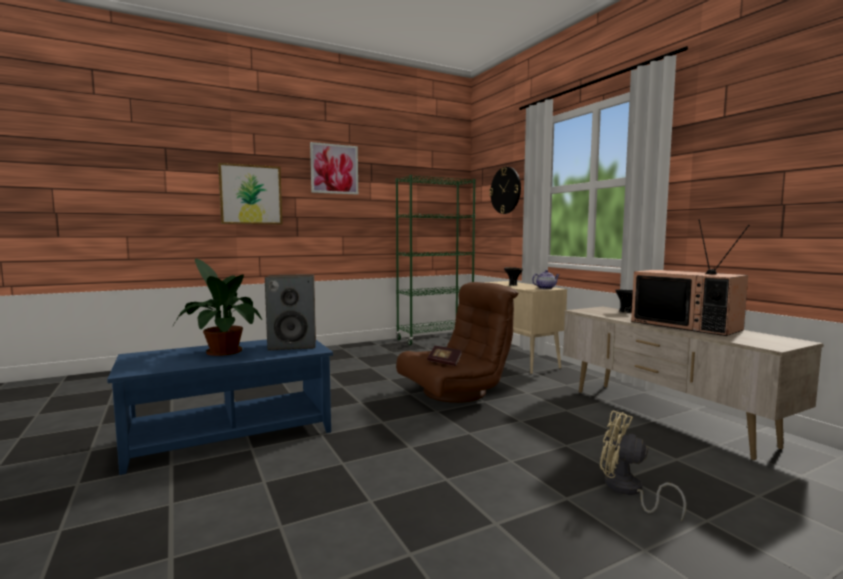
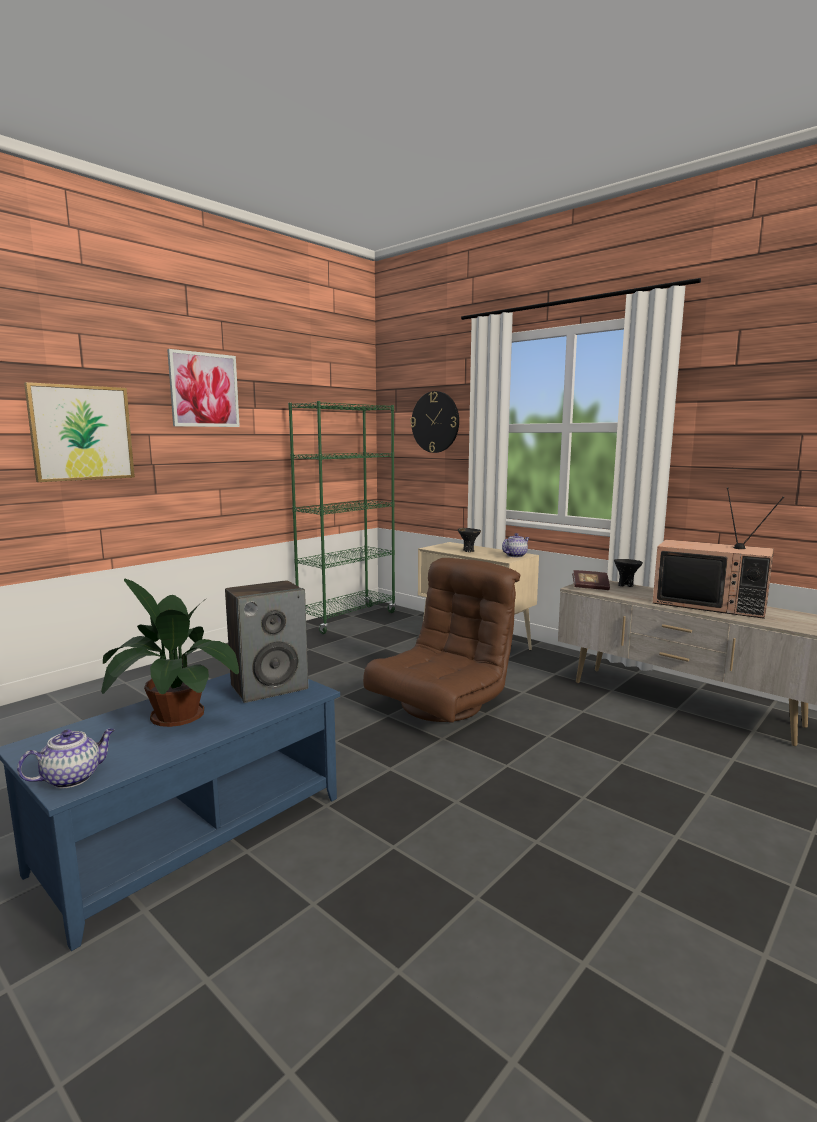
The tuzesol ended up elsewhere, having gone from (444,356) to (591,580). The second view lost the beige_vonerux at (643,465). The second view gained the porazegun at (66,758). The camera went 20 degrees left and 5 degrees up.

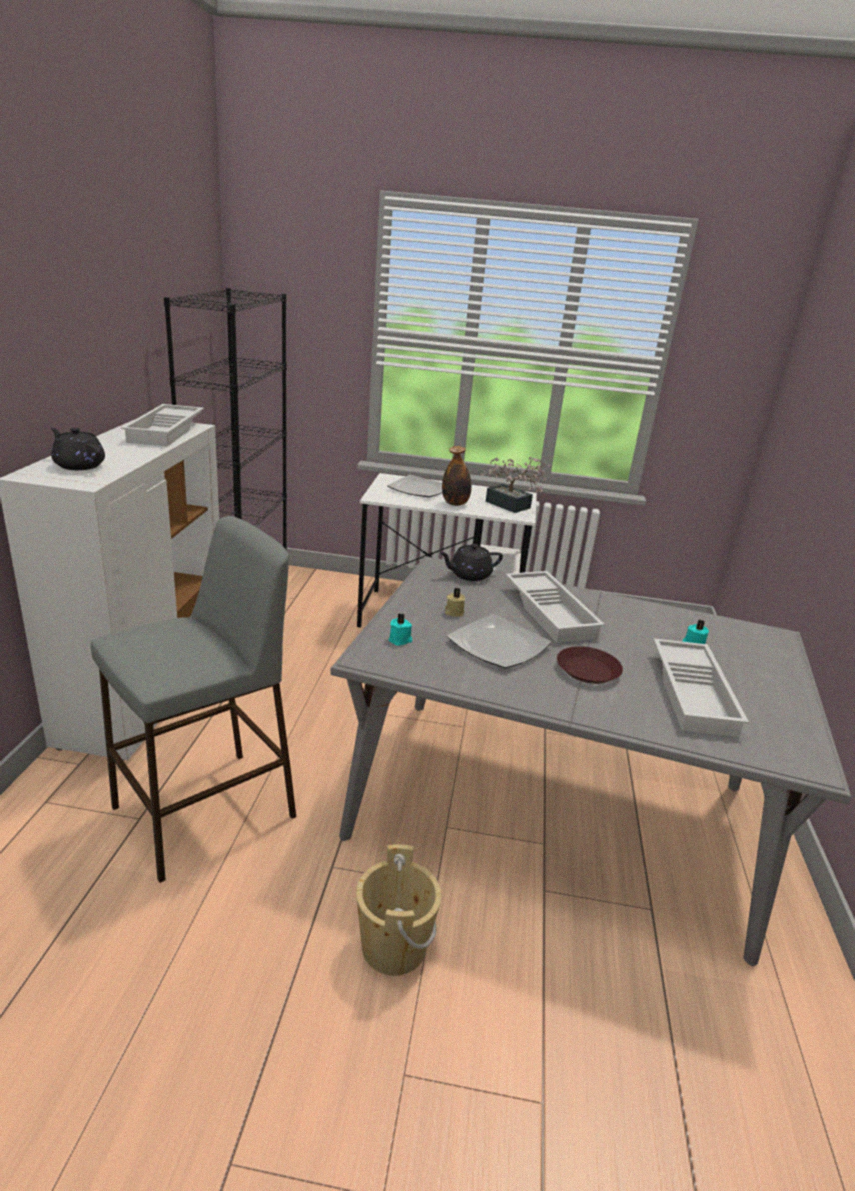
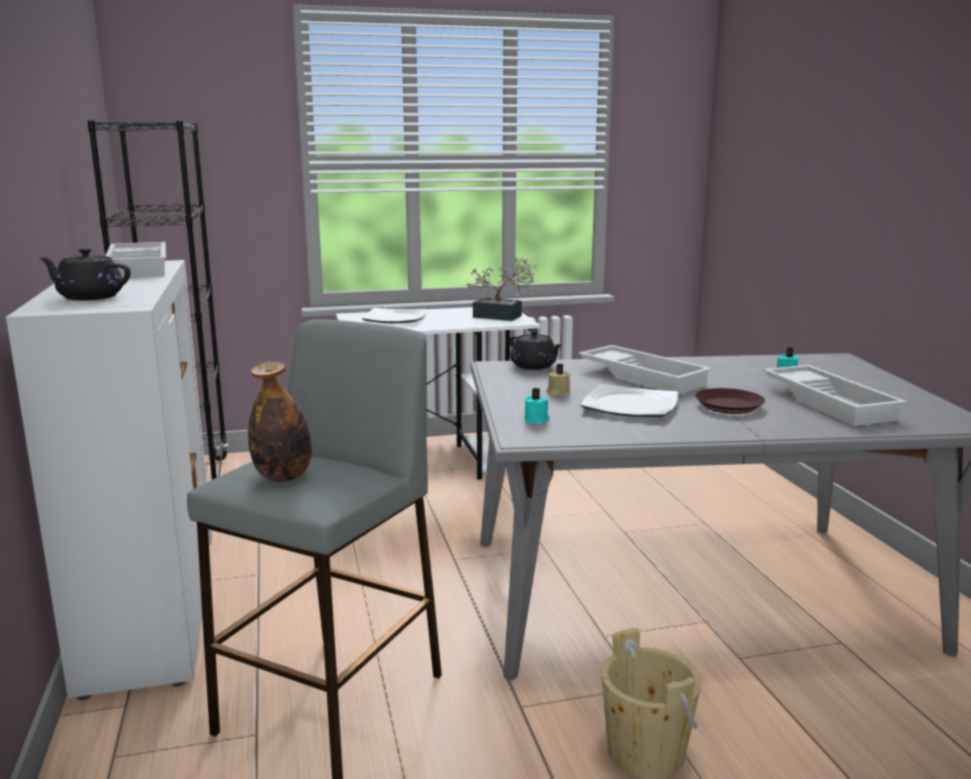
The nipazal ended up elsewhere, having gone from (457,476) to (280,421). The black_porazegun at (471,562) ended up facing another way, 90 degrees counterclockwise from before. The camera went 20 degrees left and 10 degrees down.

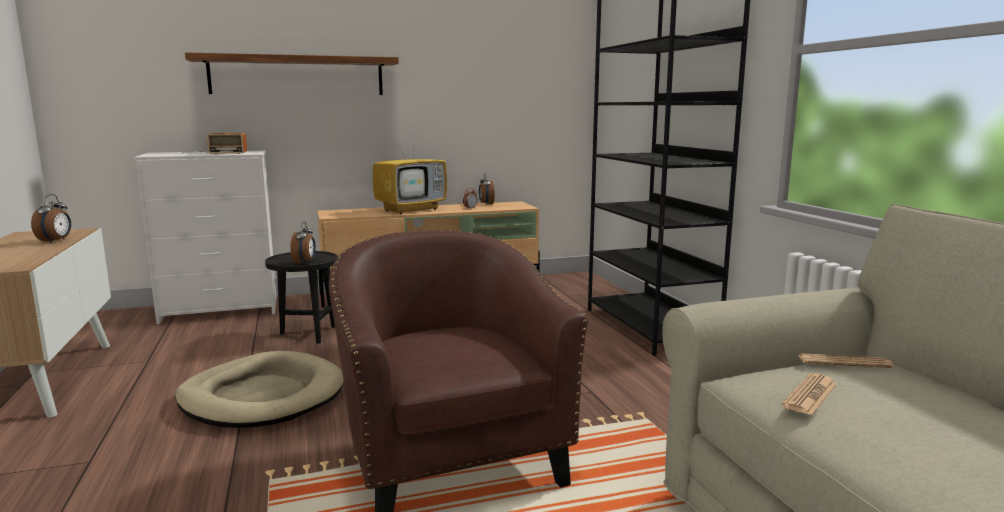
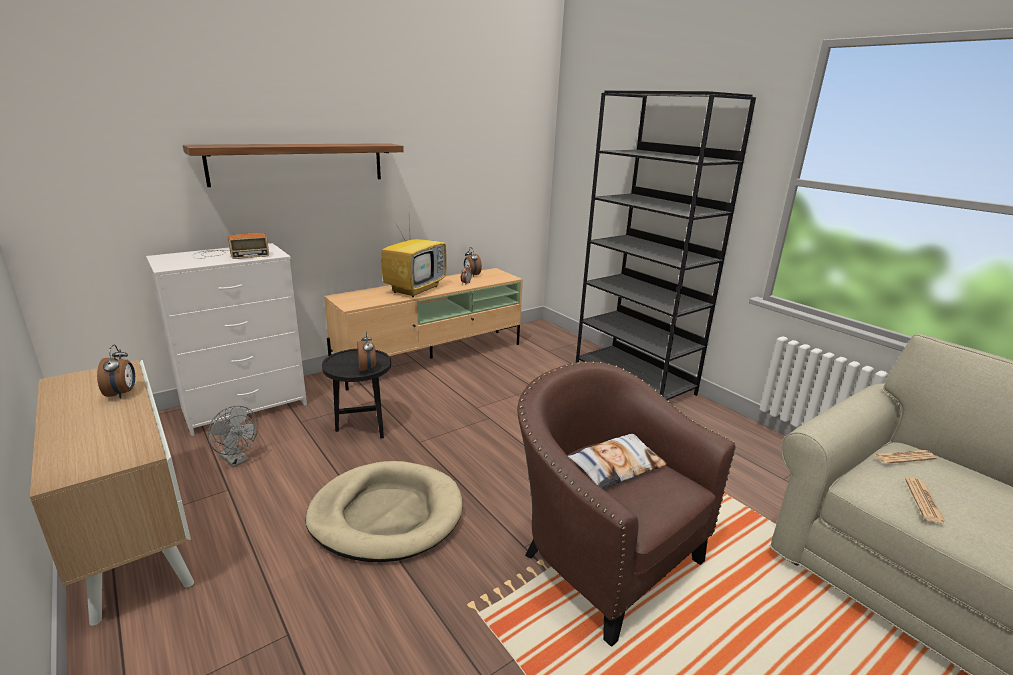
The second view gained the grey_vonerux at (233,436). The second view gained the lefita at (617,461). The camera went 20 degrees left and 10 degrees up.

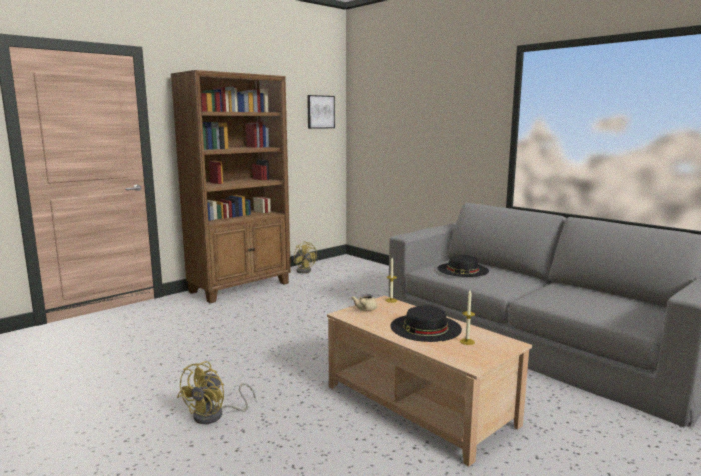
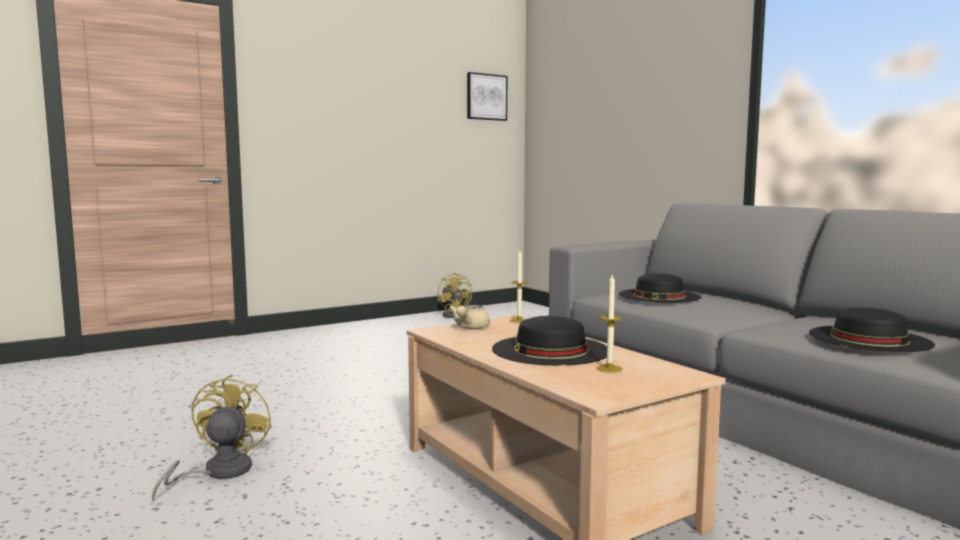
The second view lost the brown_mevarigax at (231,186). The yellow_vonerux at (216,392) ended up facing another way, 150 degrees clockwise from before. The second view gained the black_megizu at (872,329). The camera went 10 degrees right and 5 degrees down.

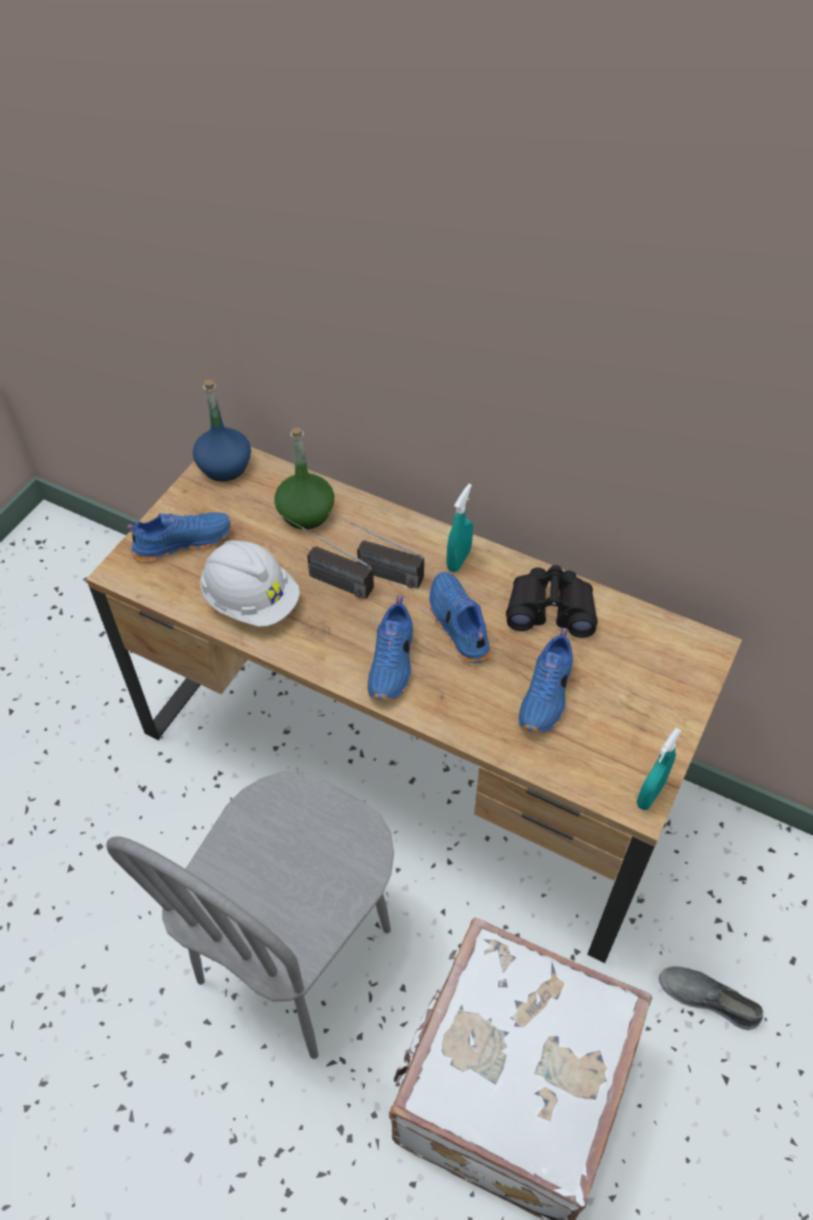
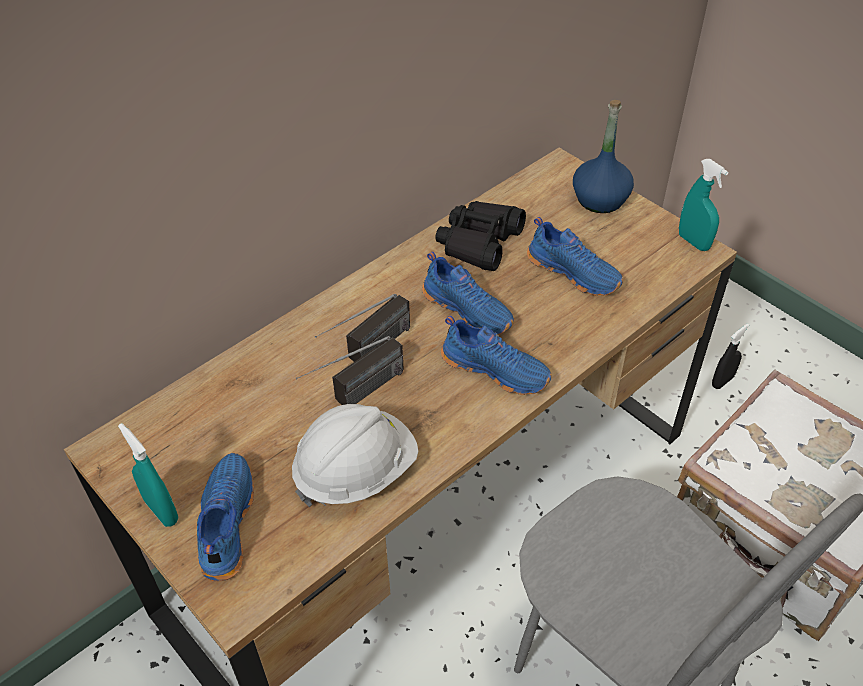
The blue_nipazal ended up elsewhere, having gone from (222,430) to (603,156). The second view lost the green_nipazal at (304,478). The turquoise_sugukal ended up elsewhere, having gone from (459,528) to (148,475). The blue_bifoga at (460,617) ended up facing another way, 135 degrees counterclockwise from before. Where the grey_bifoga stood at (710,998), the black_sugukal came to stand at (730,356). The camera went 70 degrees left and 5 degrees down.

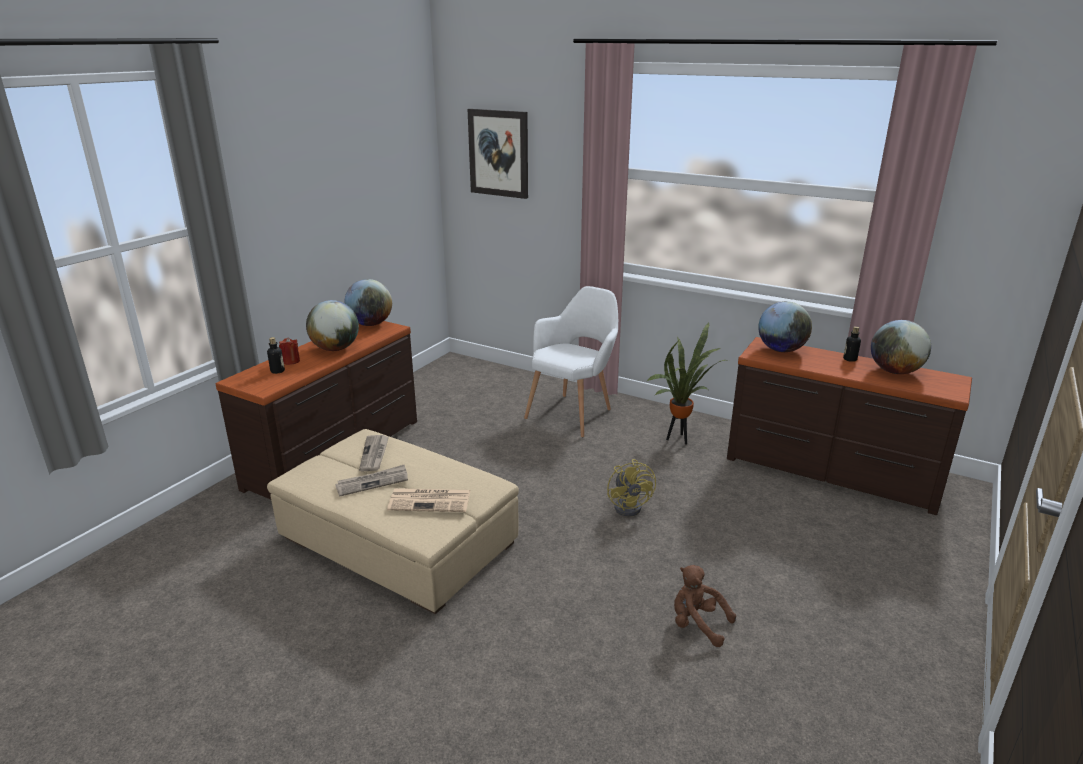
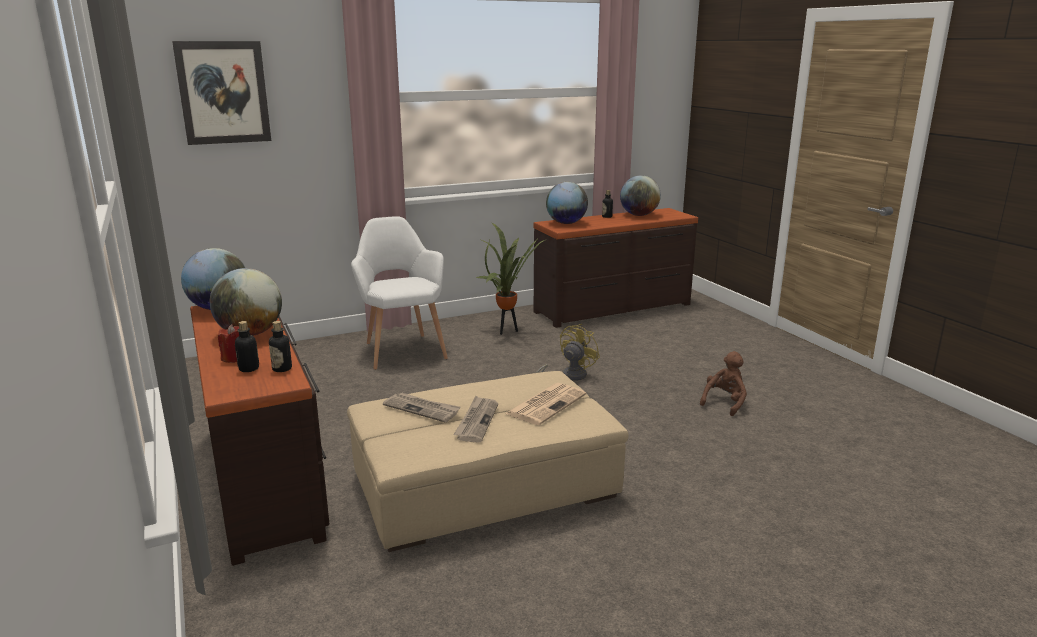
The yellow_vonerux at (631,488) ended up facing another way, 75 degrees counterclockwise from before. The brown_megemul at (705,606) ended up facing another way, 150 degrees clockwise from before. The second view gained the nipazal at (280,346). The camera went 55 degrees left and 5 degrees down.

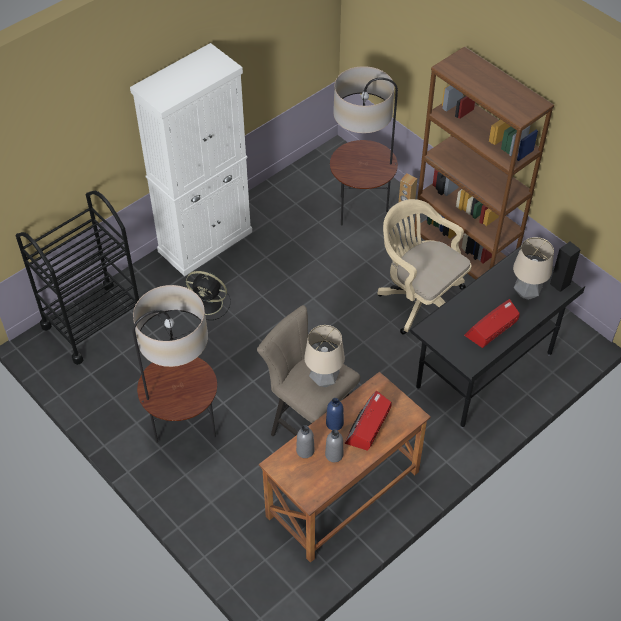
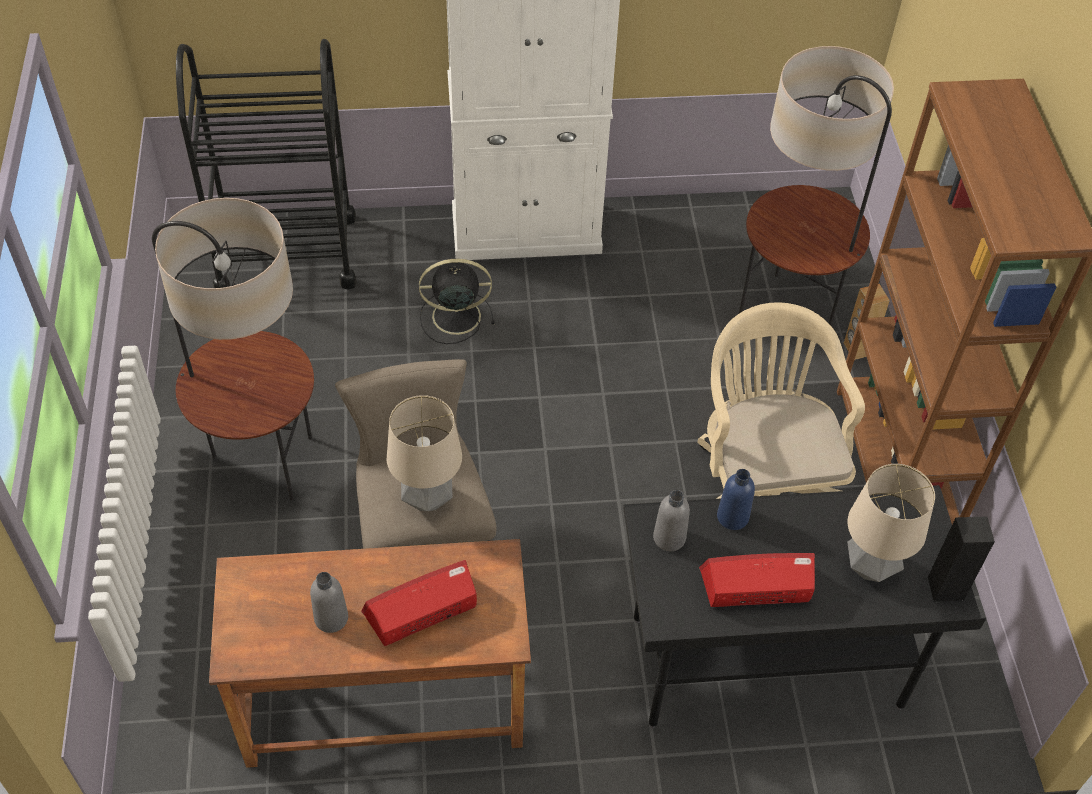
The black_vonerux at (208,295) ended up facing another way, 120 degrees clockwise from before. The blue_nipazal ended up elsewhere, having gone from (335,414) to (736,499). The grey_nipazal ended up elsewhere, having gone from (305,441) to (671,520). The camera went 35 degrees right and 0 degrees up.

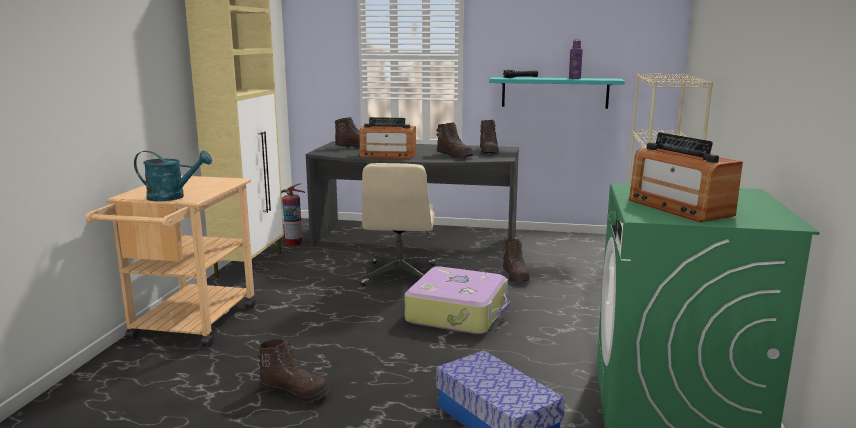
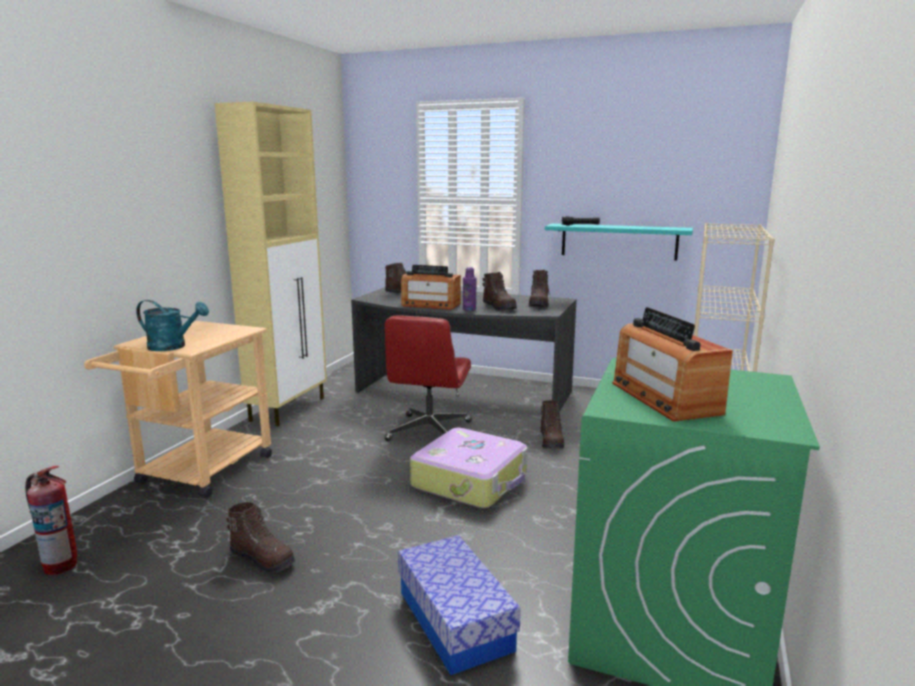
The purple_nipazal ended up elsewhere, having gone from (576,59) to (470,289). What was the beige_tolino at (398,224) turned into the red_tolino at (428,378). The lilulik ended up elsewhere, having gone from (293,214) to (51,520). The camera went 10 degrees right and 0 degrees up.

